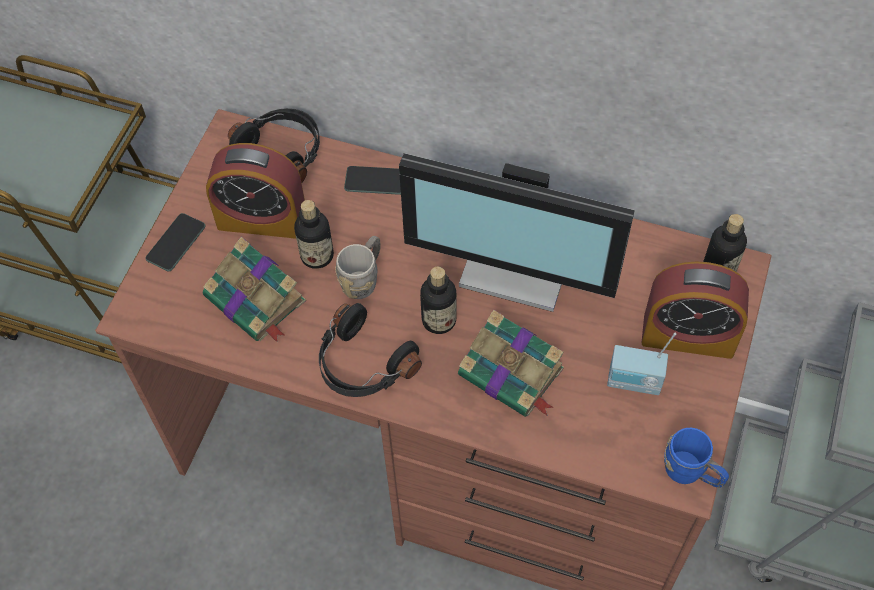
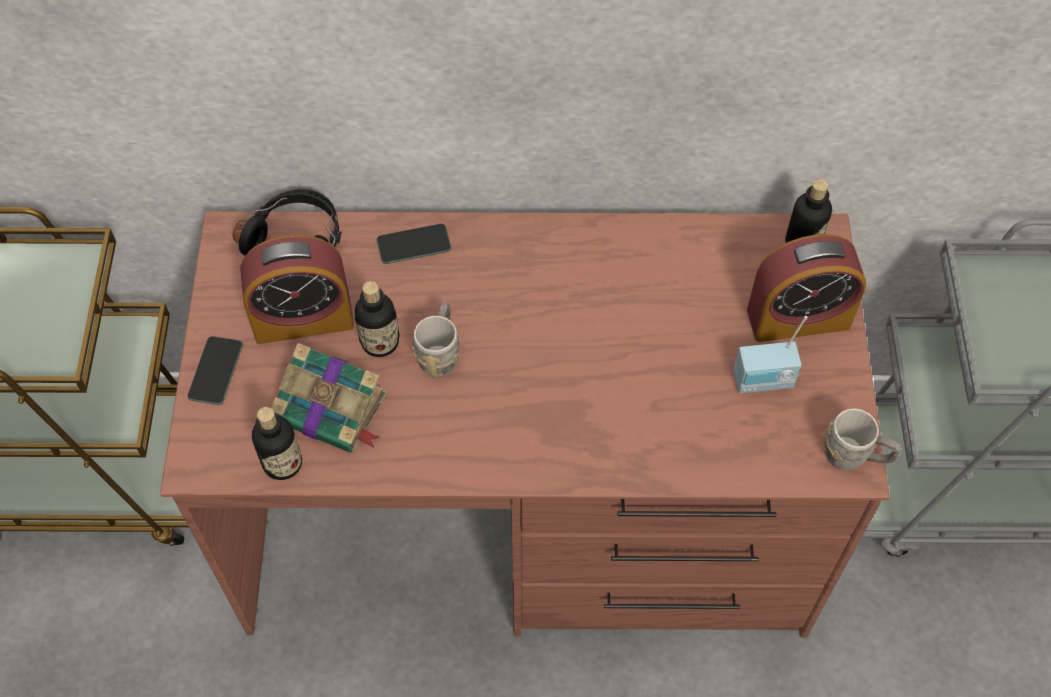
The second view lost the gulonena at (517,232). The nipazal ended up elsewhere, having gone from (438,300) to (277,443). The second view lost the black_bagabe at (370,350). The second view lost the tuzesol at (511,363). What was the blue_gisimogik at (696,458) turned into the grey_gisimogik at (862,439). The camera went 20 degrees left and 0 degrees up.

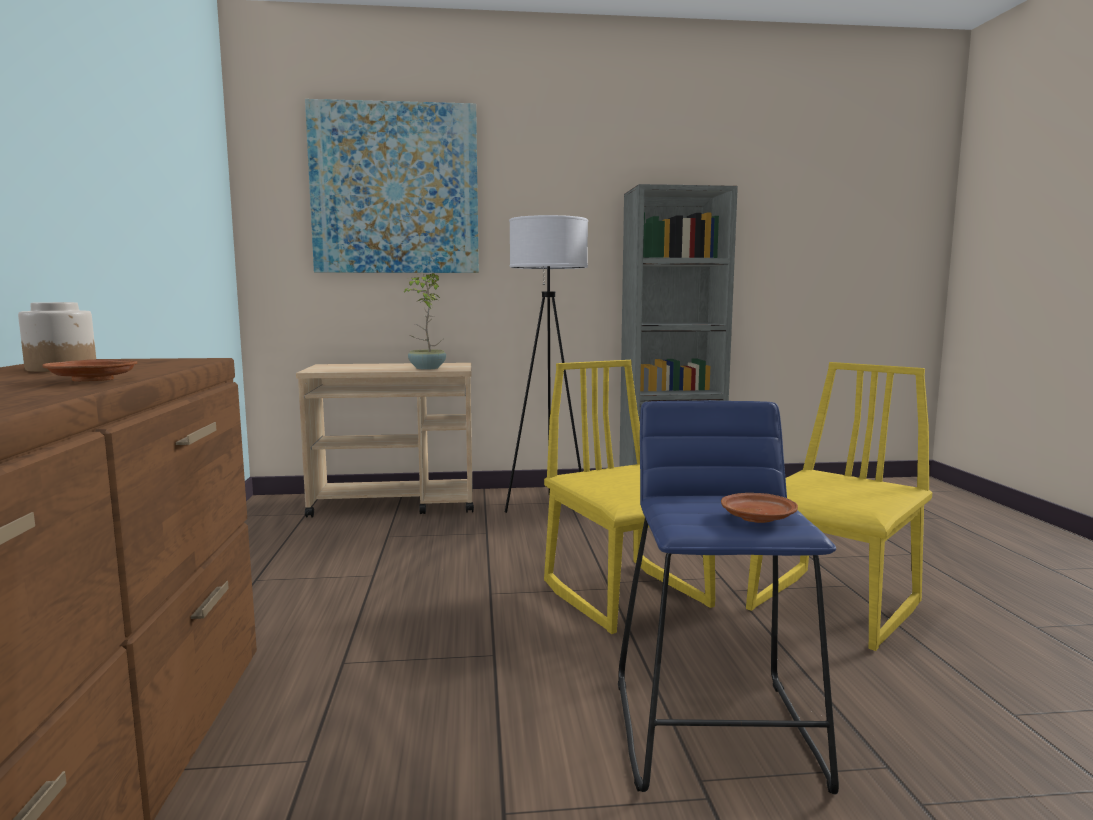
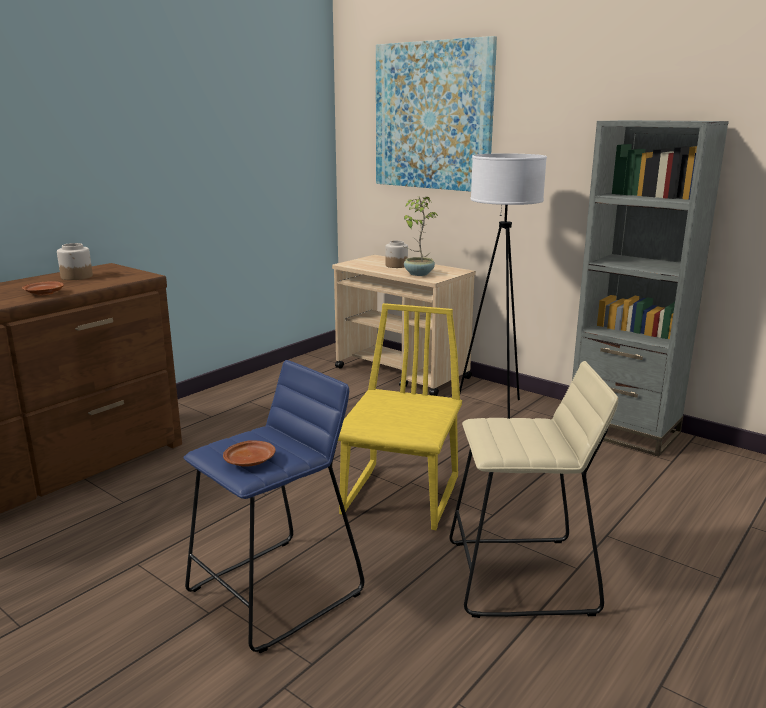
Where the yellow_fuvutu stood at (839,506), the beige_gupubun came to stand at (533,489). The second view gained the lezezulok at (397,254). The camera went 45 degrees right and 10 degrees up.

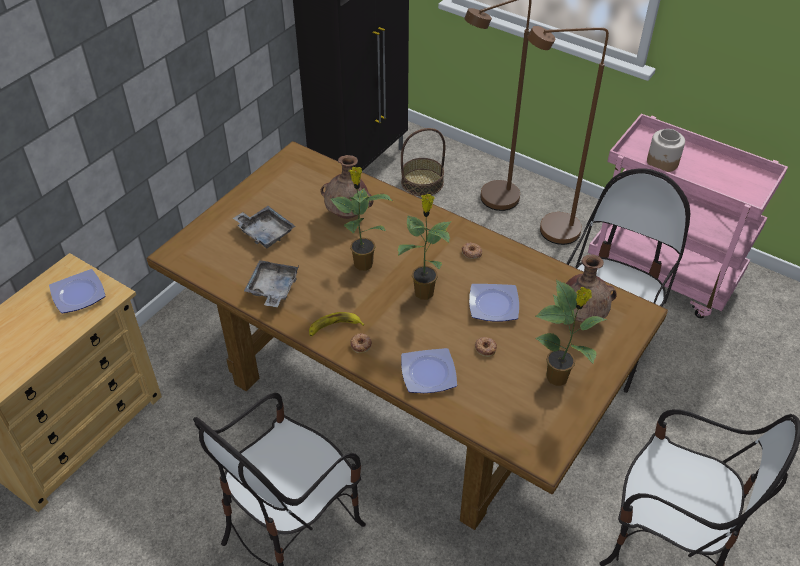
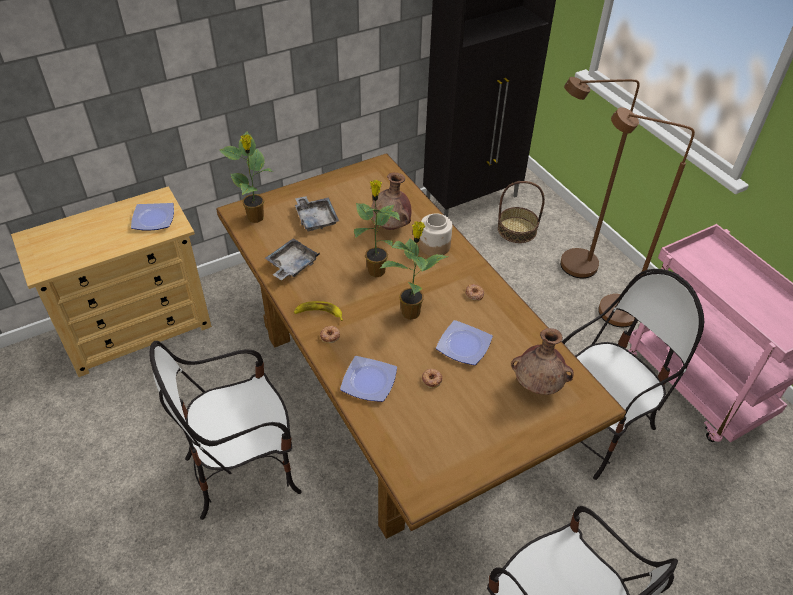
The lezezulok ended up elsewhere, having gone from (666,150) to (435,234). The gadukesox ended up elsewhere, having gone from (571,333) to (246,177). The camera went 25 degrees right and 0 degrees up.

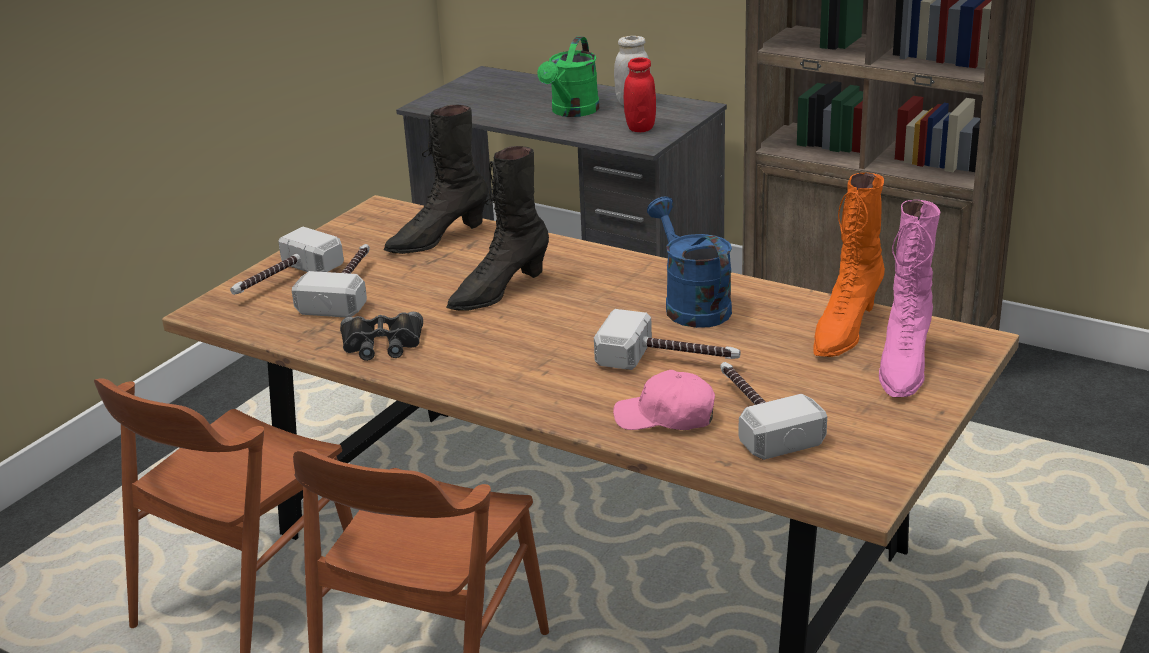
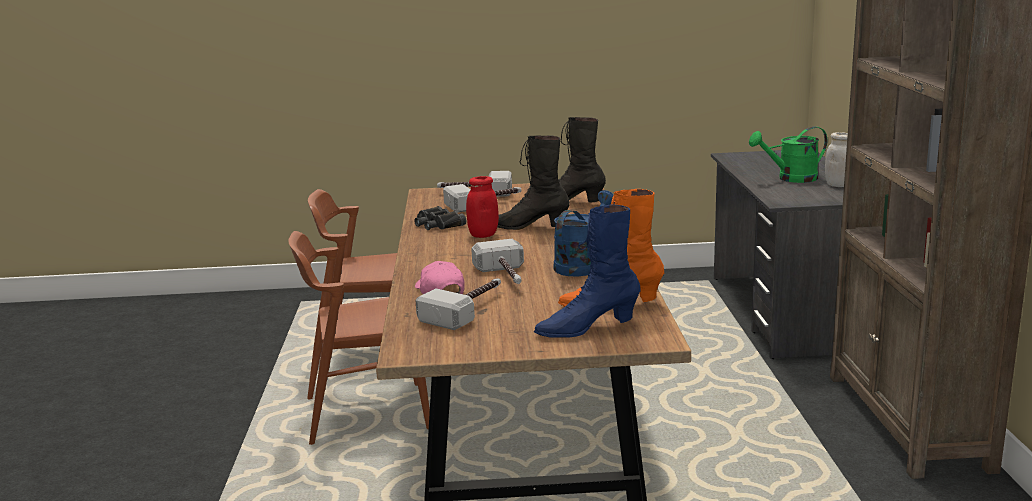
The red_lezezulok ended up elsewhere, having gone from (640,94) to (482,207). What was the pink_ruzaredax at (909,298) turned into the blue_ruzaredax at (587,271). The camera went 55 degrees right and 10 degrees down.

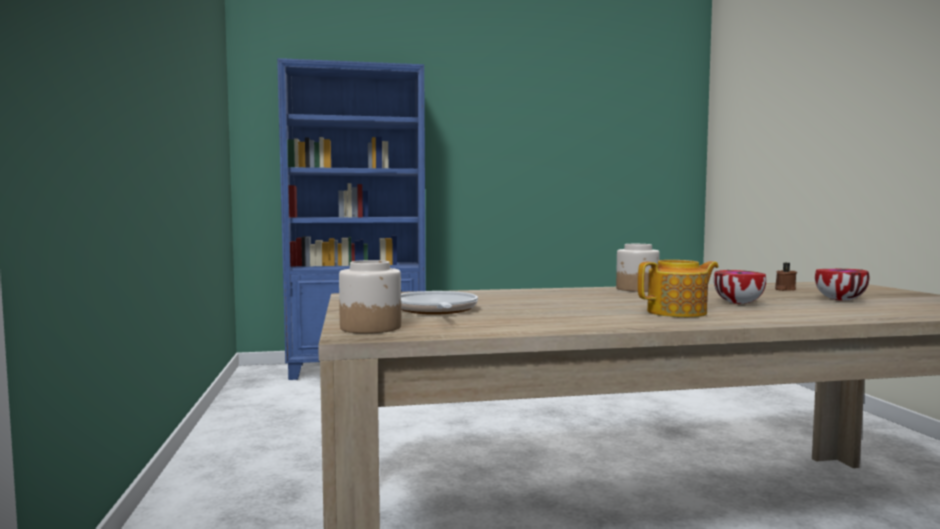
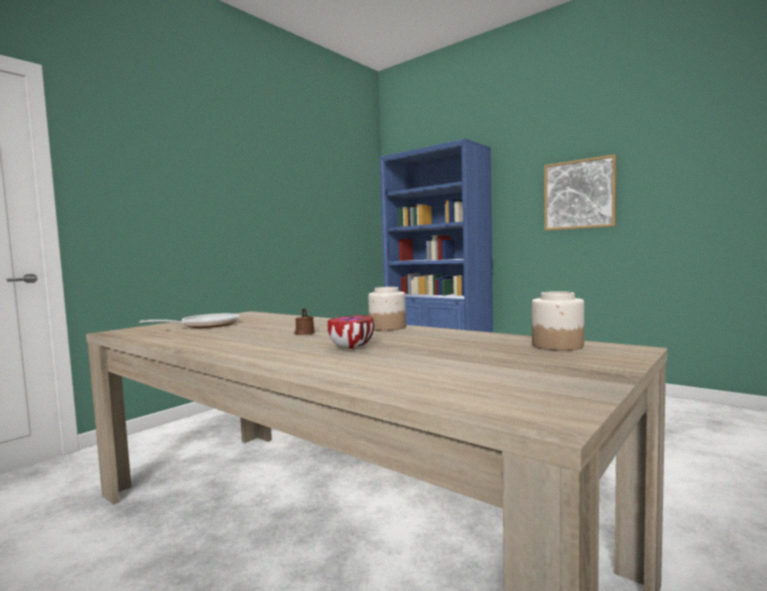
The lezezulok ended up elsewhere, having gone from (370,297) to (558,321). The second view lost the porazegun at (678,288). The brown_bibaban ended up elsewhere, having gone from (786,277) to (304,322). The second view lost the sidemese at (842,285). The second view gained the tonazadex at (580,192). The camera went 50 degrees right and 0 degrees up.

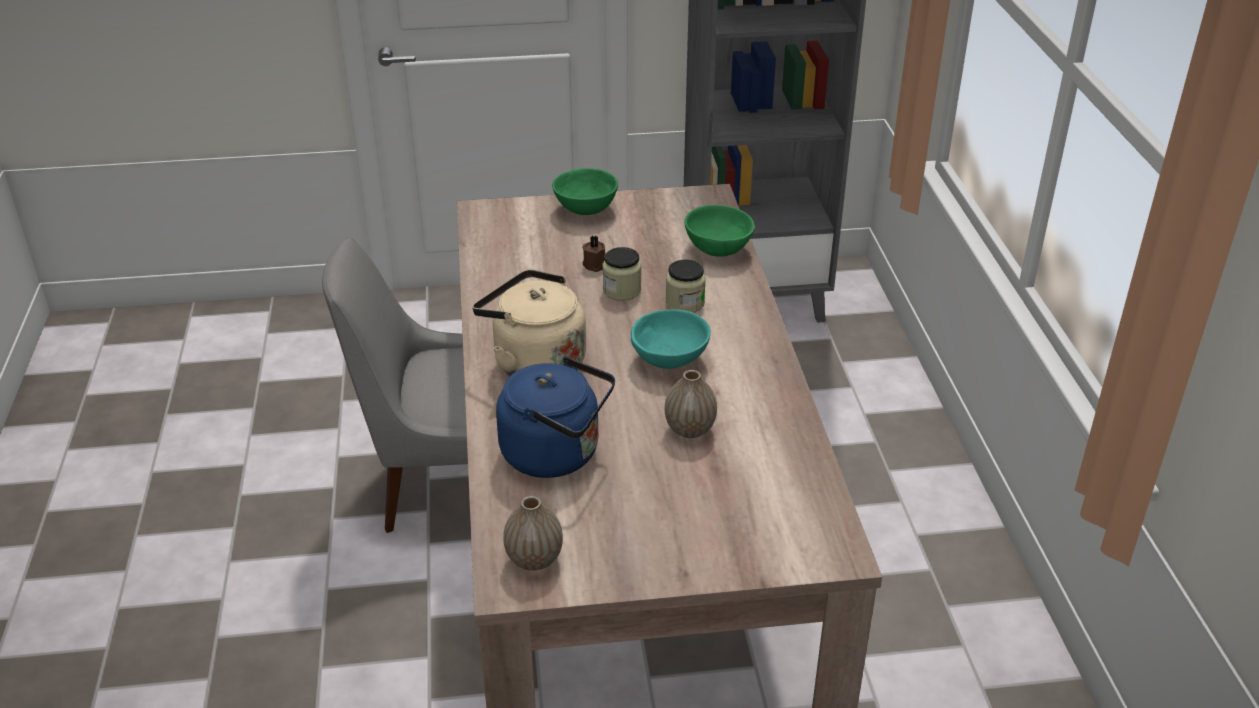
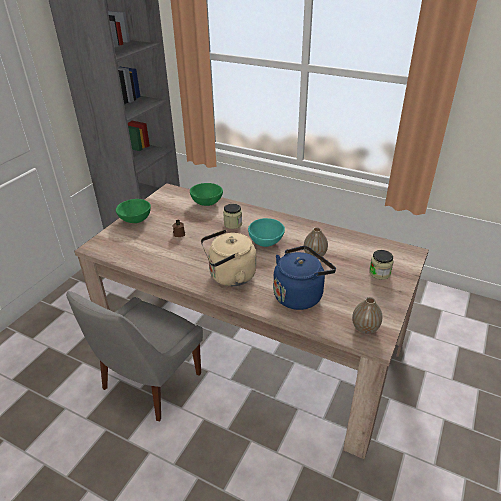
The lezezulok ended up elsewhere, having gone from (621,274) to (381,265). The camera went 55 degrees left and 0 degrees up.

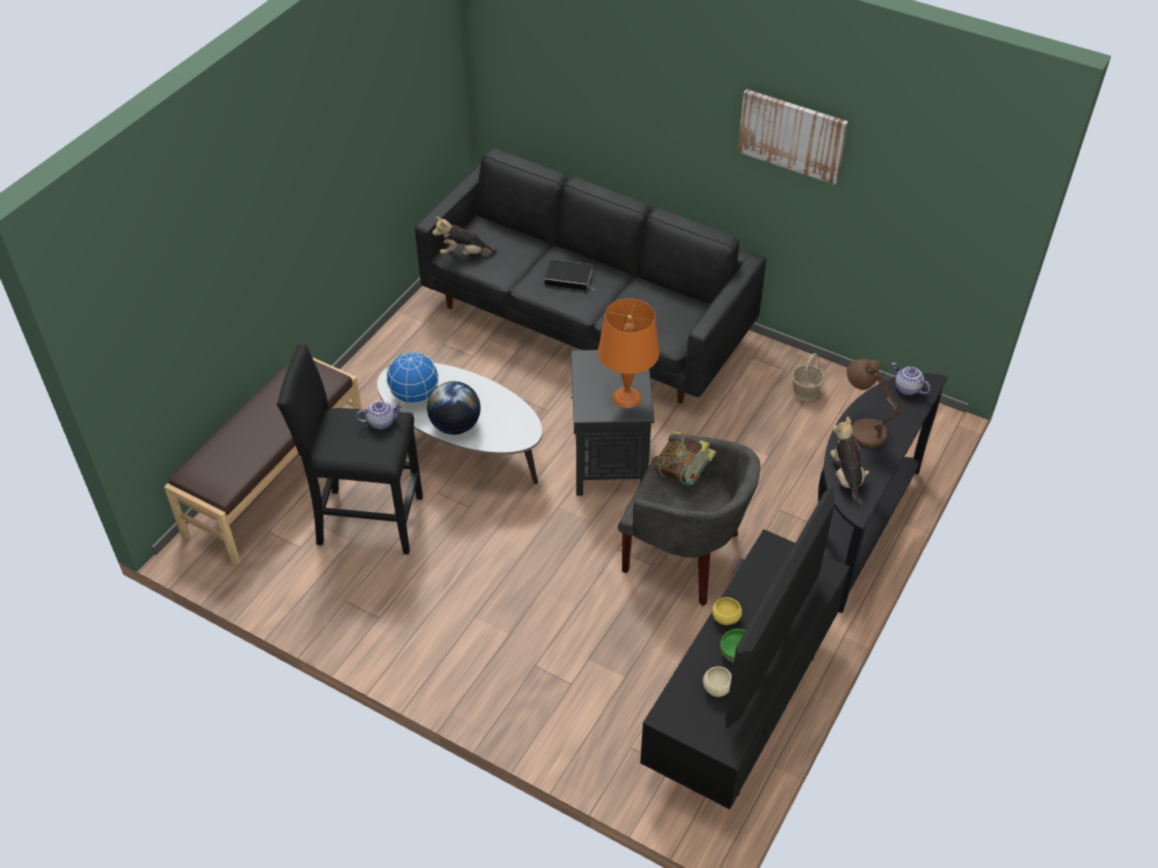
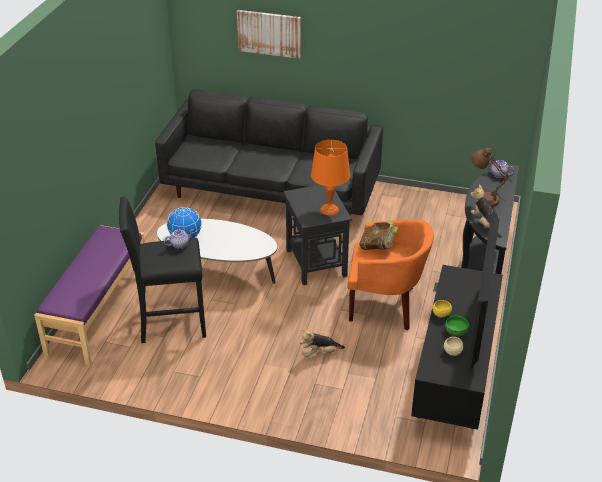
The tonazadex ended up elsewhere, having gone from (793,137) to (269,34). The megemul ended up elsewhere, having gone from (464,235) to (322,343). The second view lost the tuzesol at (570,275). The second view lost the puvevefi at (808,377). What was the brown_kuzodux at (263,461) turned into the purple_kuzodux at (89,295). The second view lost the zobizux at (454,408). What was the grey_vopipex at (689,520) turned into the orange_vopipex at (390,274). The camera went 15 degrees left and 10 degrees down.

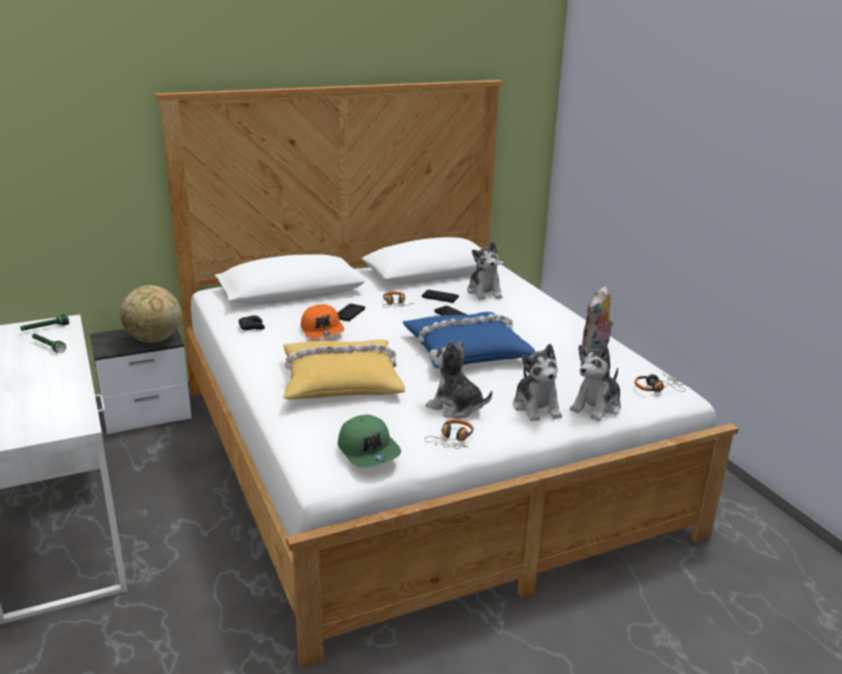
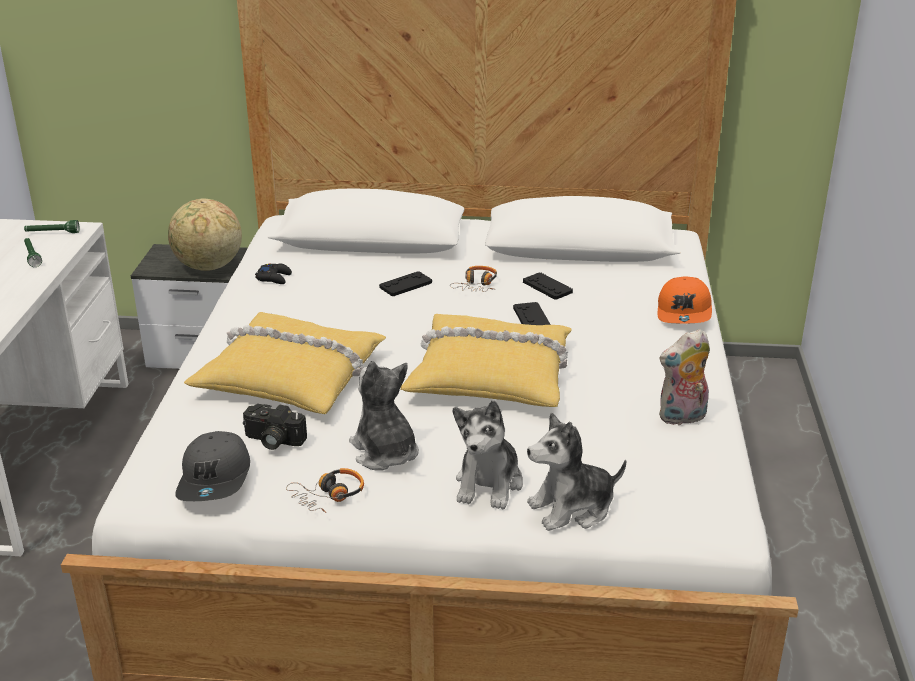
The second view lost the megemul at (485,270). The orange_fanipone ended up elsewhere, having gone from (322,321) to (685,300). What was the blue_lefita at (469,340) turned into the yellow_lefita at (486,360). The second view lost the bagabe at (660,382). What was the green_fanipone at (369,441) turned into the grey_fanipone at (212,466). The second view gained the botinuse at (275,427). The camera went 30 degrees right and 5 degrees up.

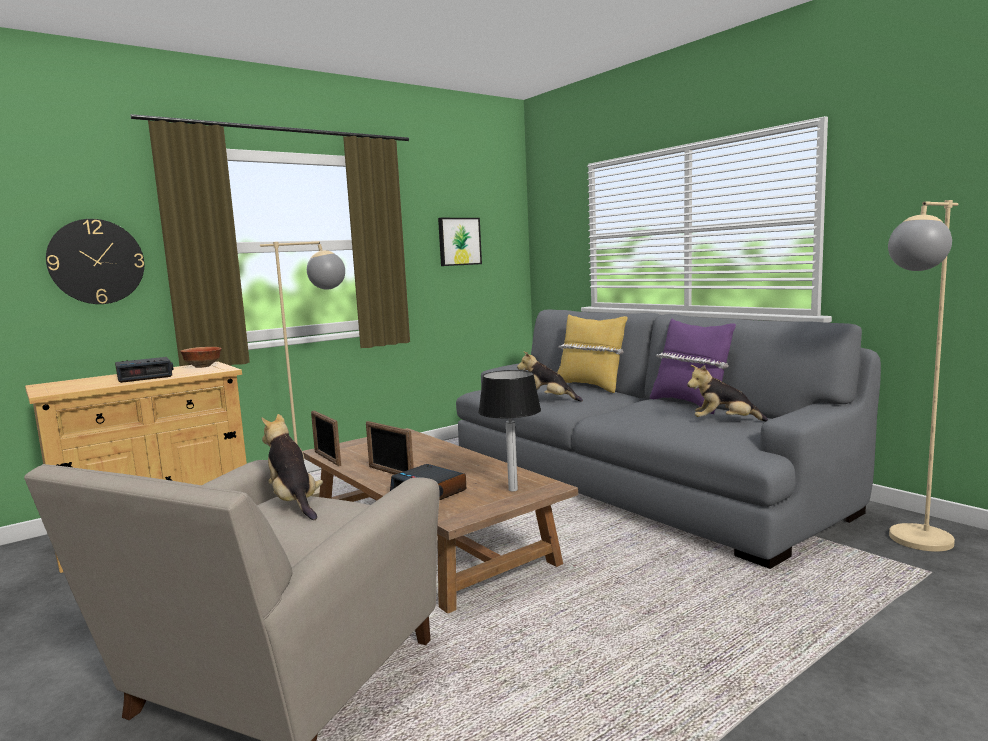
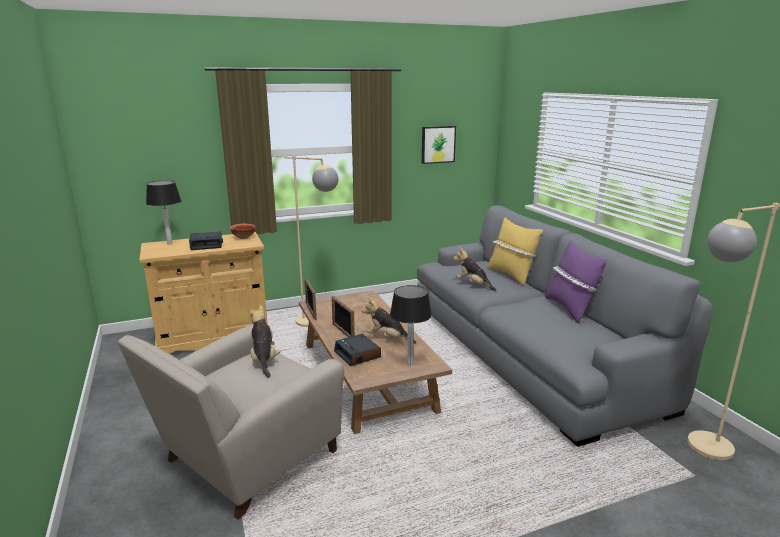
The second view lost the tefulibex at (95,261). The megemul ended up elsewhere, having gone from (727,393) to (388,320). The second view gained the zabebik at (163,212). The camera went 15 degrees right and 10 degrees up.

